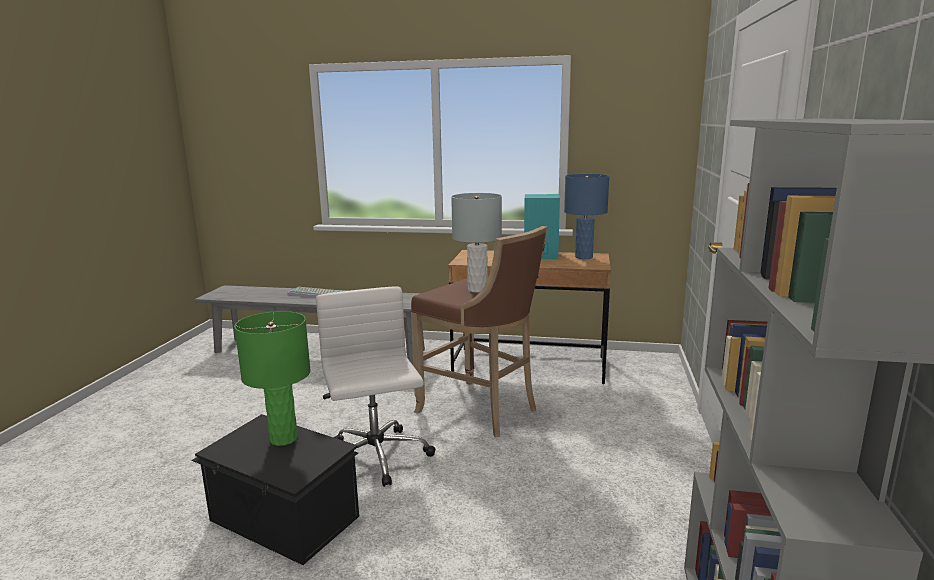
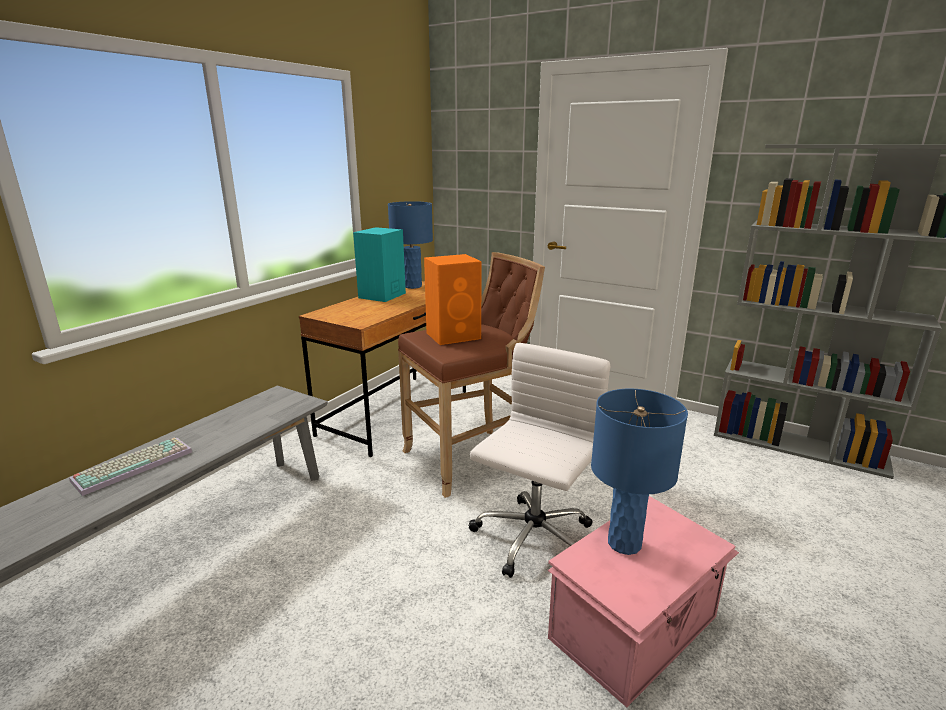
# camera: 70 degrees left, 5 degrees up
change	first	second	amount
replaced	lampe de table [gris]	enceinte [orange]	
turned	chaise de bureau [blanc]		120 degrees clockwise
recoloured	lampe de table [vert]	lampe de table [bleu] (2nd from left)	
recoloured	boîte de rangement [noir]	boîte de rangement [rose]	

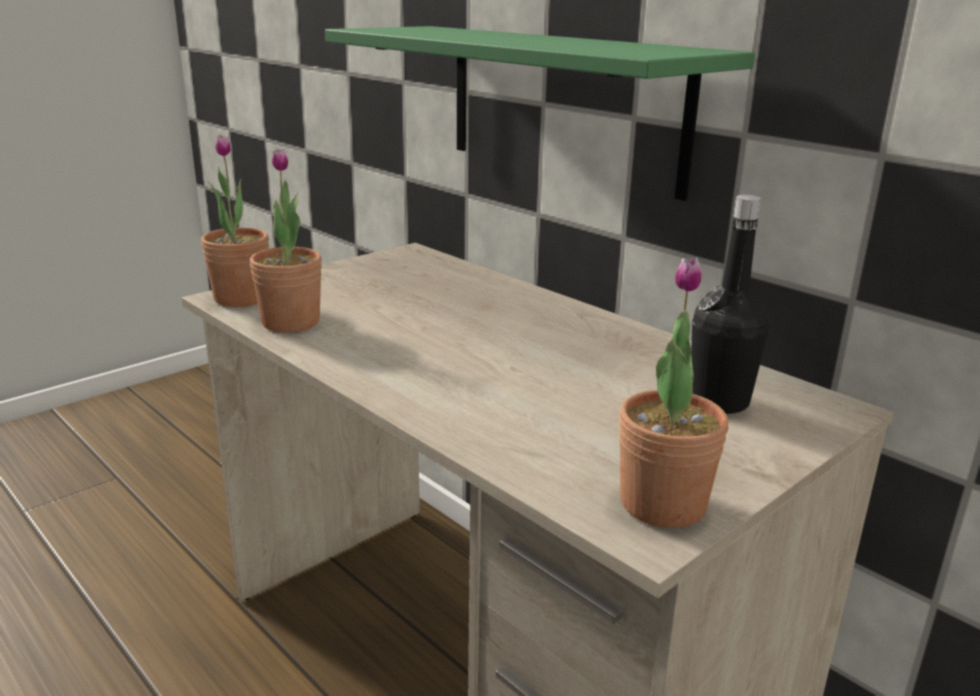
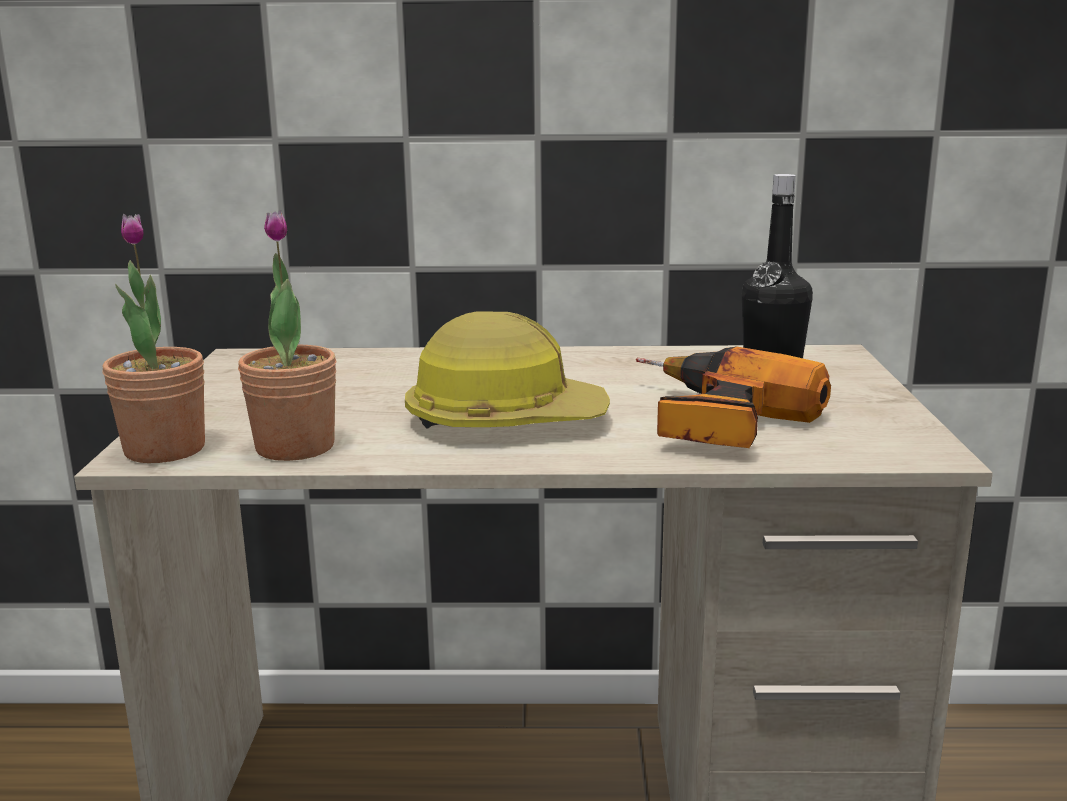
# camera: 45 degrees left, 5 degrees down
change	first	second	amount
removed	étagère [vert]		
removed	plante en pot (3rd from left)		
added		casque de chantier	
added		perceuse	

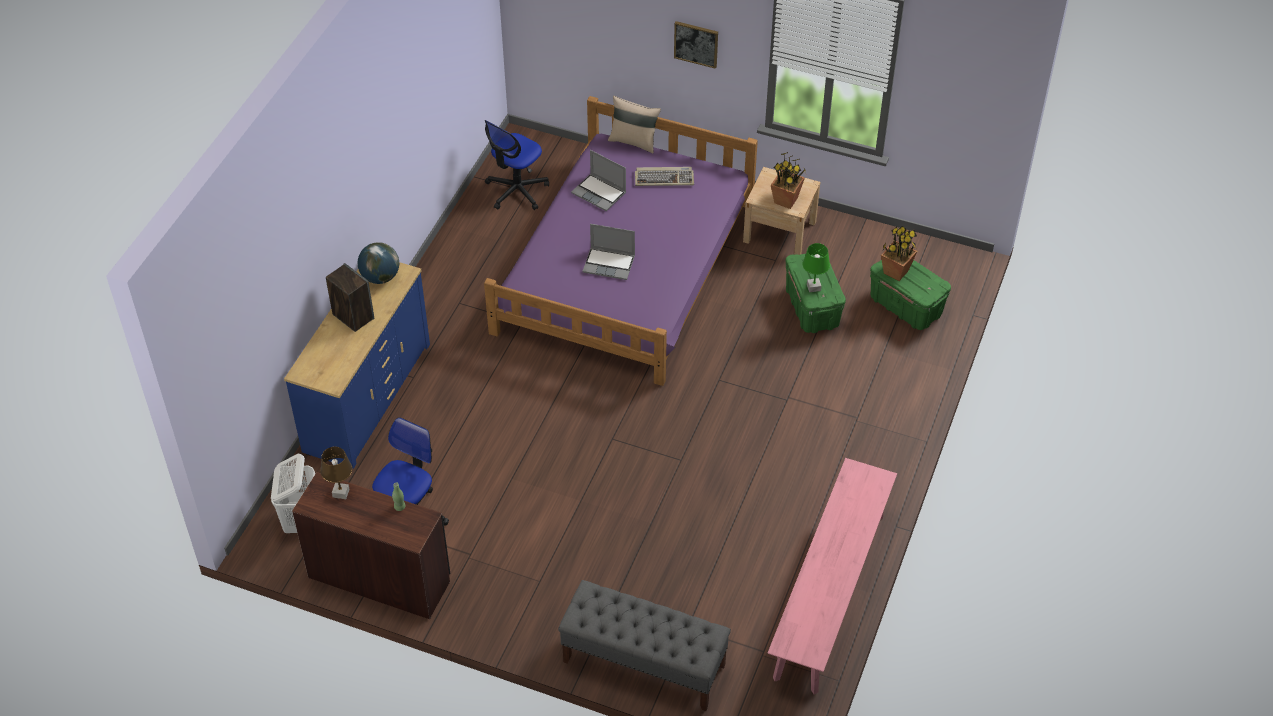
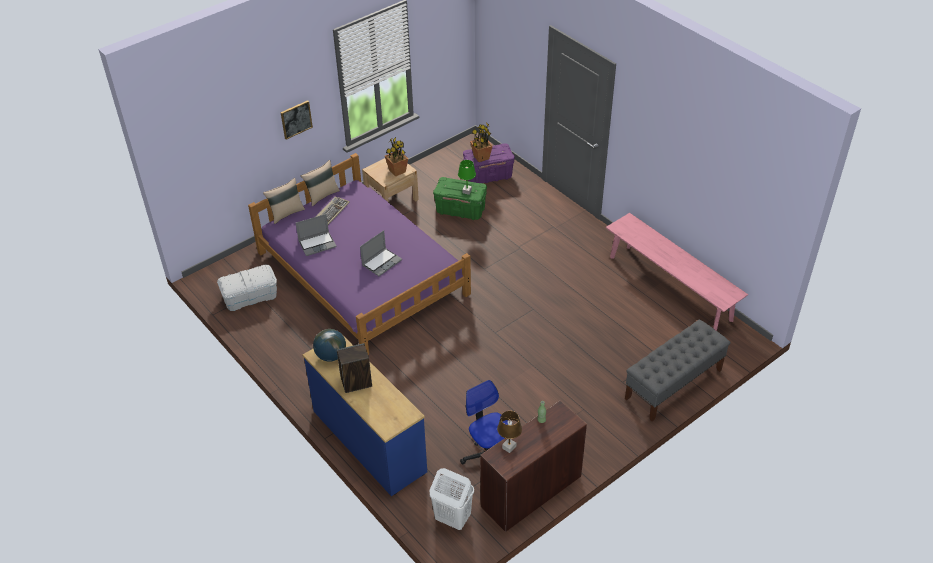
# camera: 60 degrees left, 5 degrees down
change	first	second	amount
replaced	chaise de bureau (2nd from left)	boîte de rangement [blanc]	
recoloured	boîte de rangement [vert] (2nd from left)	boîte de rangement [violet]	
added		coussin [beige] (2nd from left)	

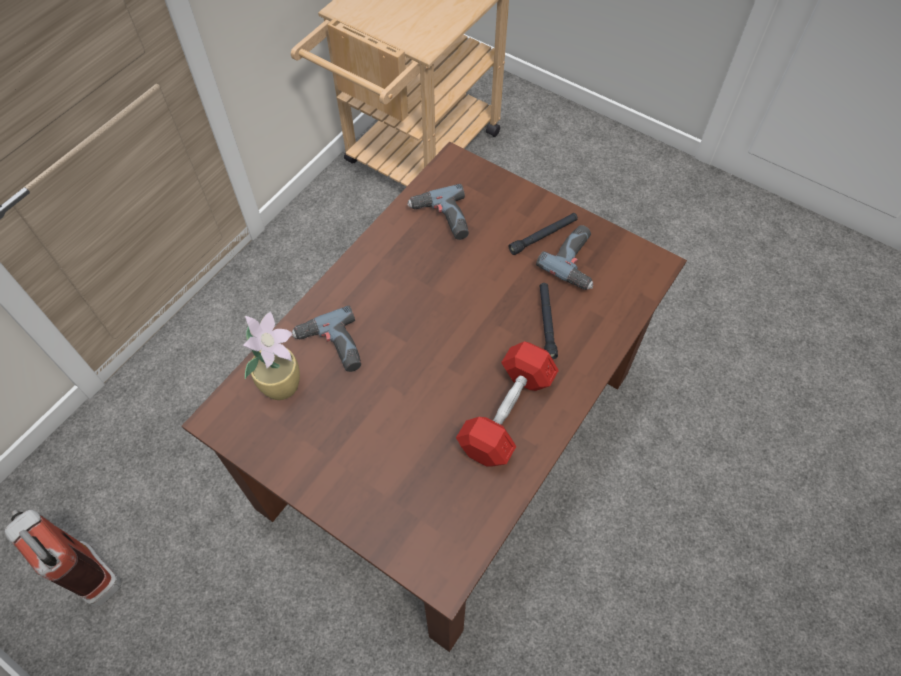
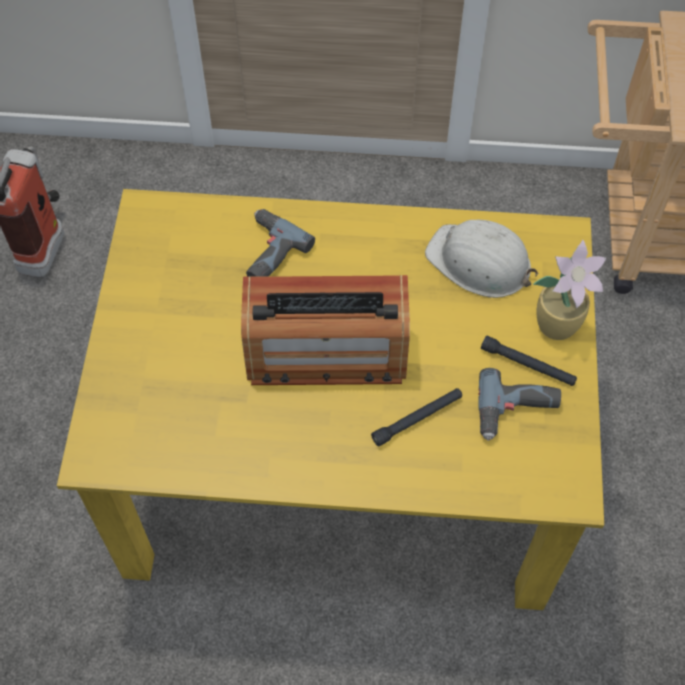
# camera: 60 degrees right, 0 degrees up
change	first	second	amount
recoloured	table à manger [marron]	table à manger [jaune]	
replaced	perceuse (2nd from left)	casque de chantier [blanc]	
moved	plante en pot		
removed	haltère [rouge]		
added		radio	

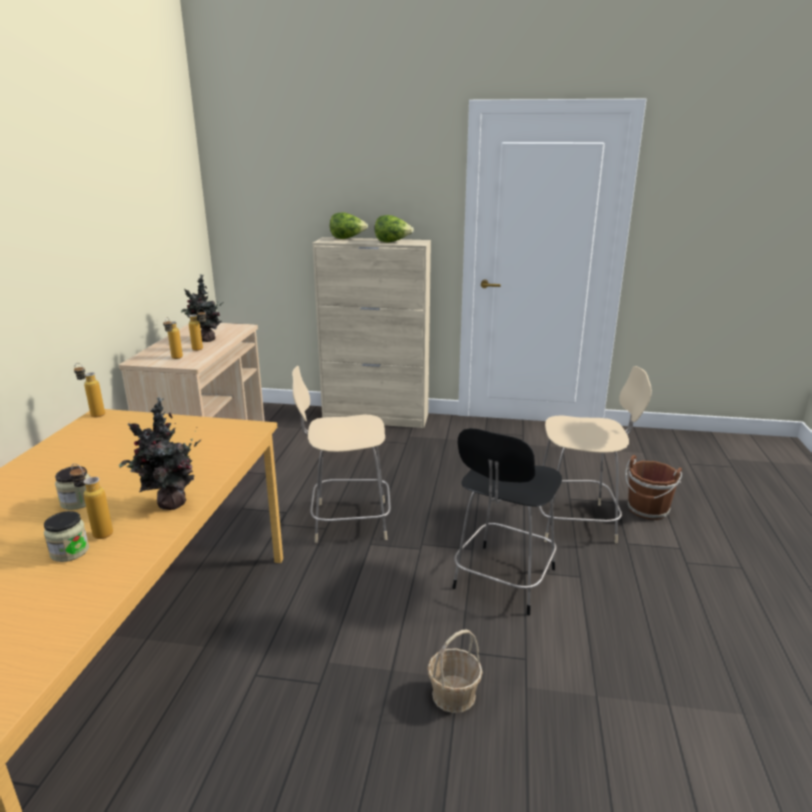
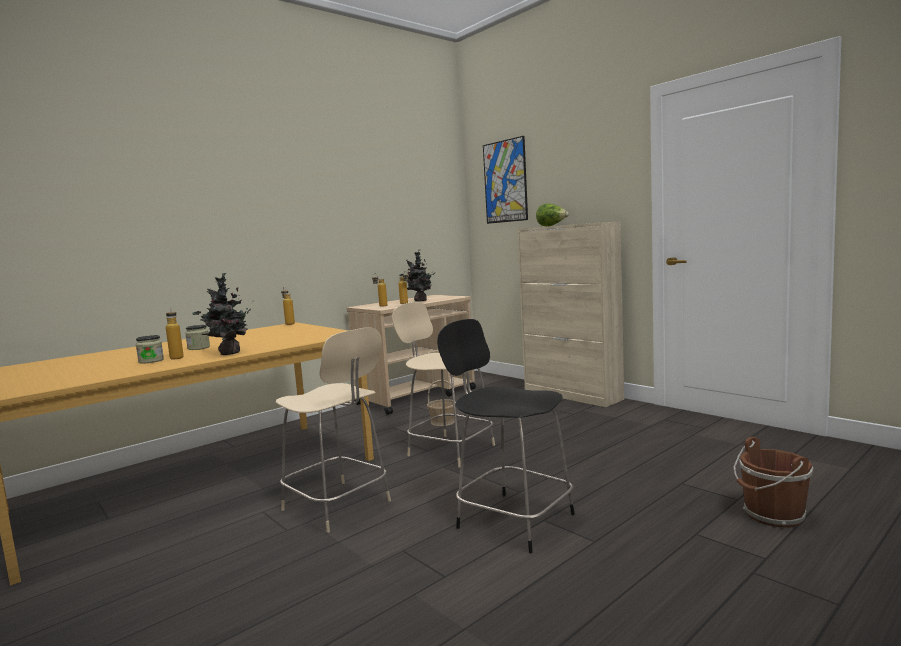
# camera: 40 degrees right, 15 degrees down
change	first	second	amount
removed	laitue (2nd from left)		
moved	chaise [beige] (2nd from left in the first image)	chaise [beige] (1st from left)	
turned	chaise [noir]		60 degrees clockwise
moved	panier		
added		tableau	

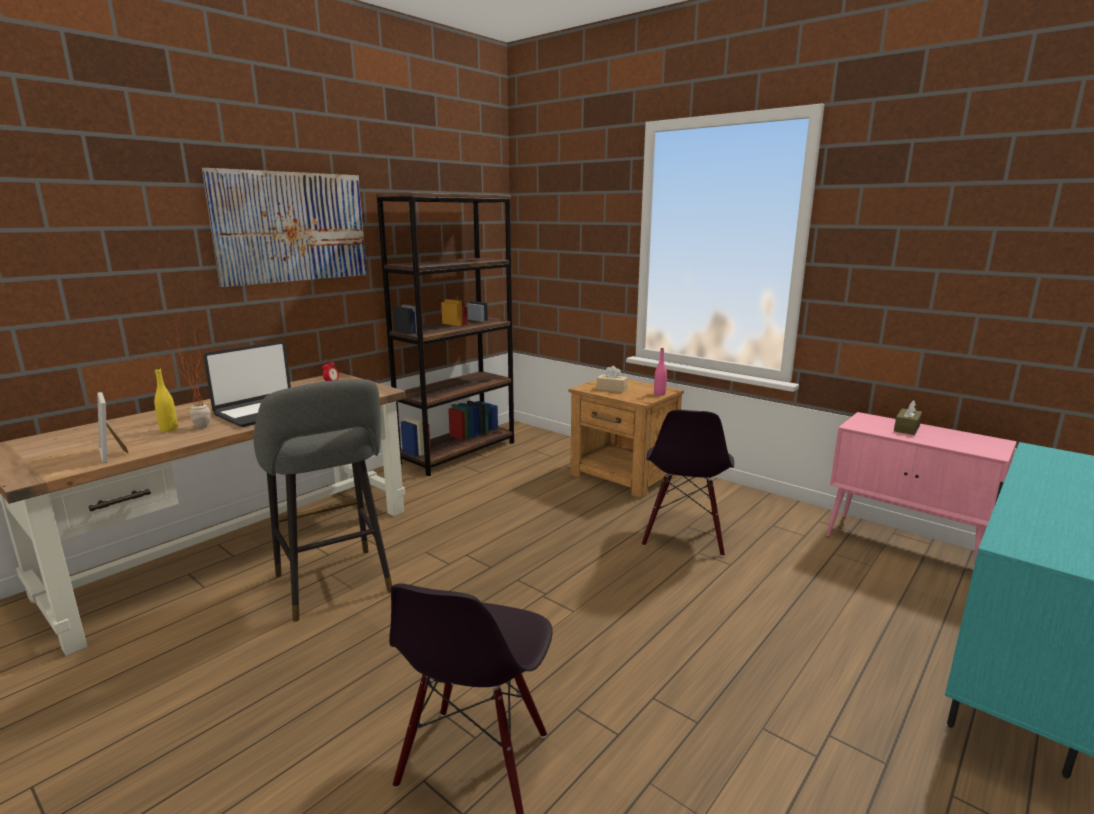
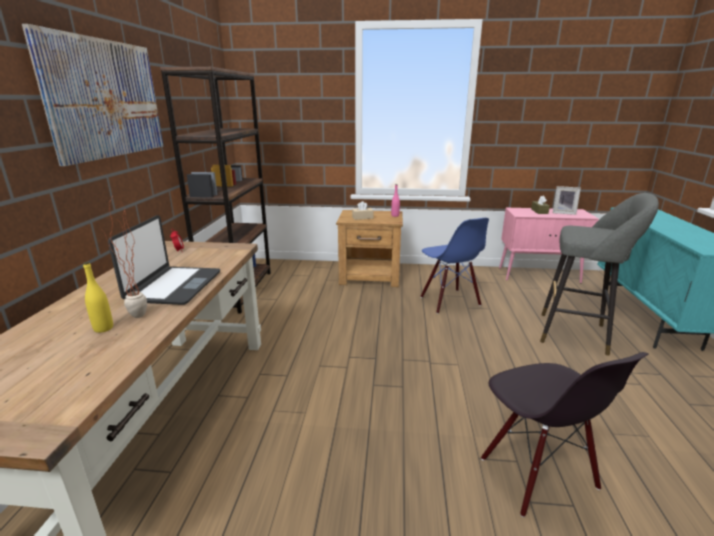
# camera: 35 degrees left, 5 degrees up
change	first	second	amount
moved	tabouret [gris]		
moved	cadre photo		
recoloured	chaise [noir] (2nd from left)	chaise [bleu]	

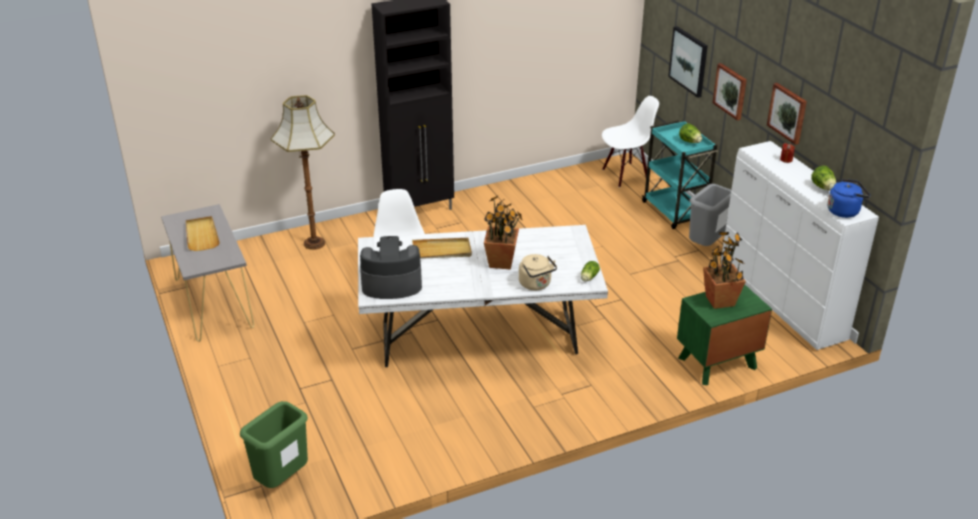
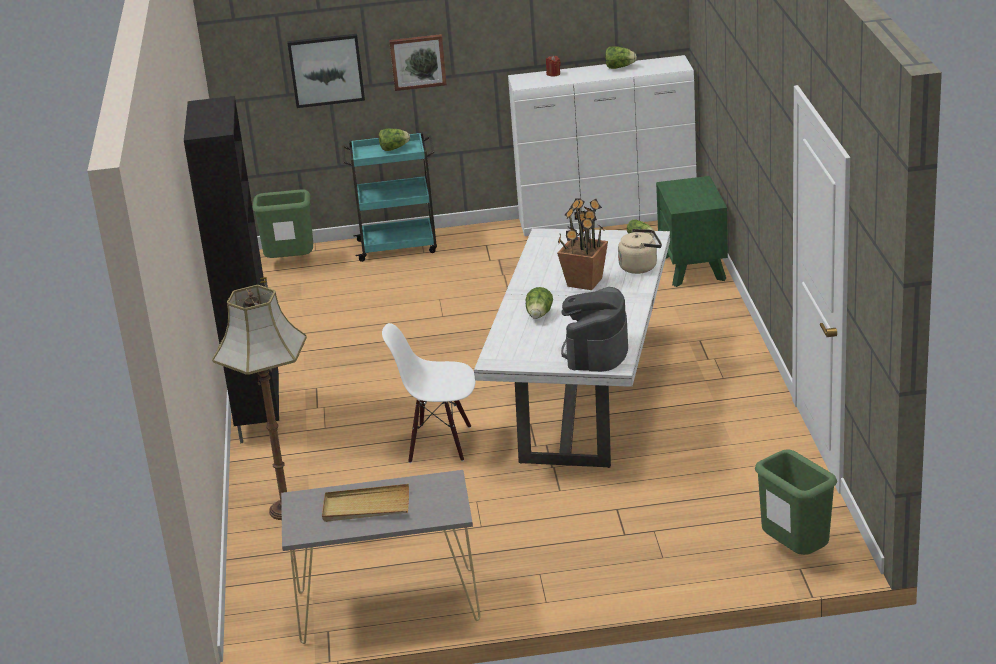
# camera: 70 degrees left, 5 degrees down
change	first	second	amount
removed	tableau (3rd from left)		
replaced	chaise [blanc] (2nd from left)	poubelle [vert] (1st from left)	
removed	bouilloire [bleu]		
removed	poubelle [gris]		
removed	plante en pot (2nd from left)		
replaced	plateau [beige] (2nd from left)	laitue (2nd from left)	

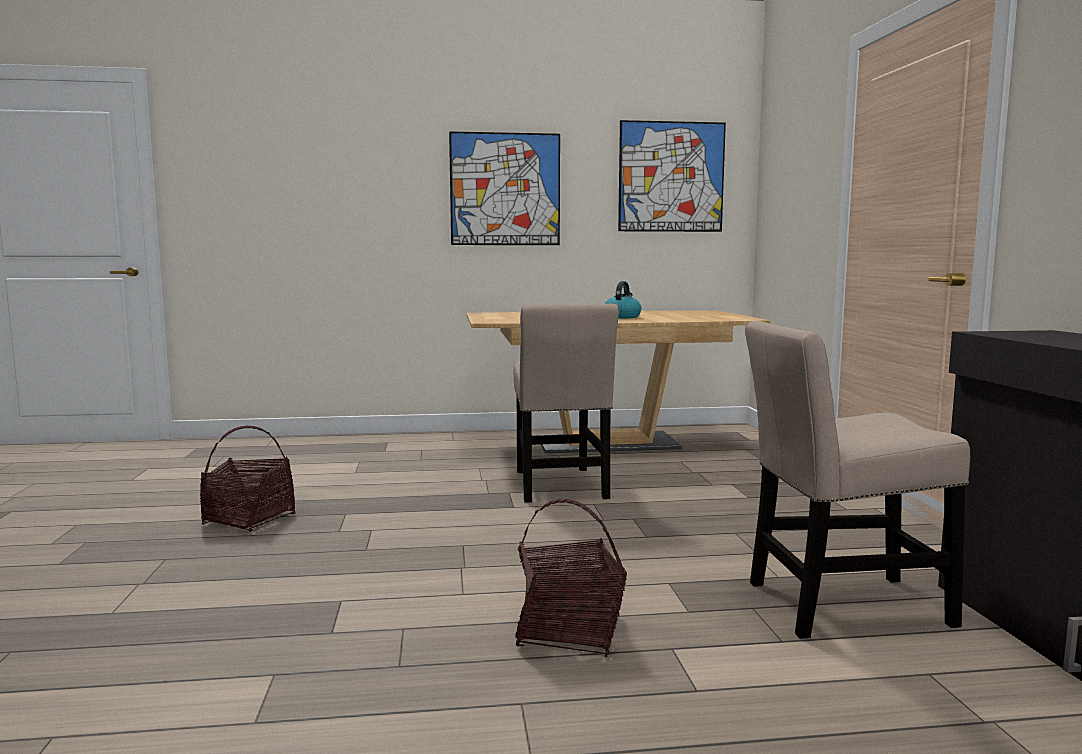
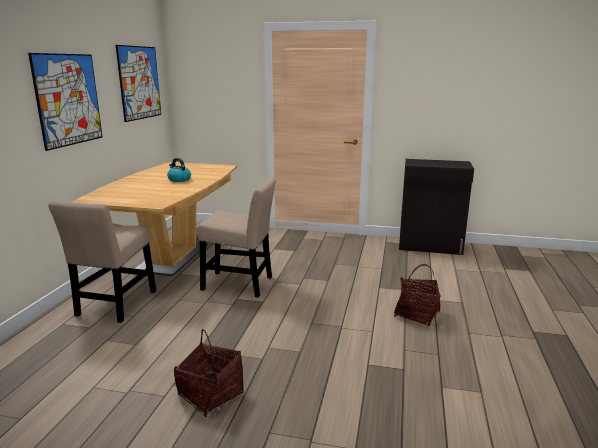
# camera: 70 degrees left, 10 degrees up
change	first	second	amount
moved	chaise [beige] (2nd from left in the first image)	chaise [beige] (1st from left)	

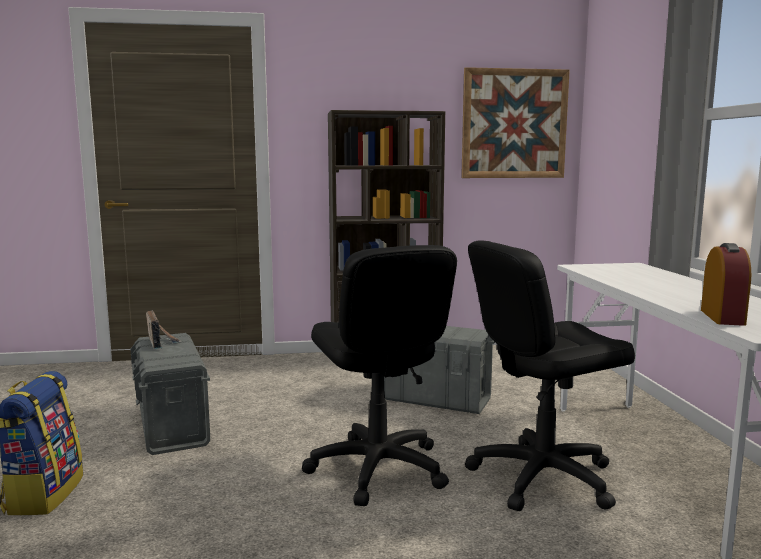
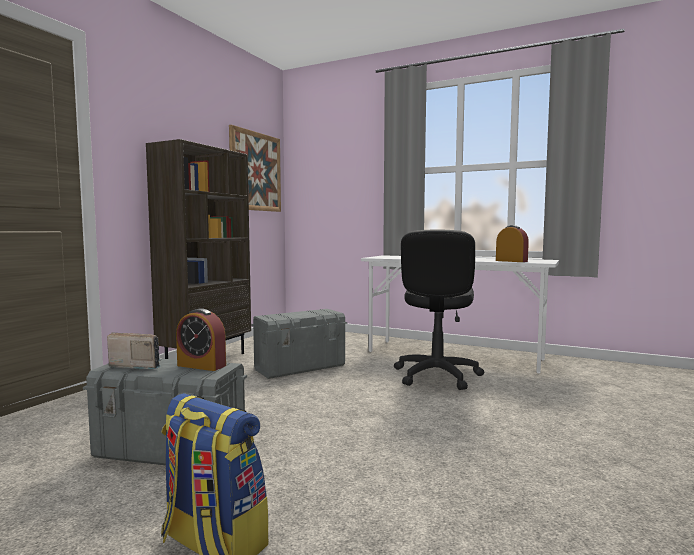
# camera: 55 degrees left, 5 degrees down
change	first	second	amount
removed	chaise de bureau [noir] (1st from left)		
added		réveil (1st from left)	

